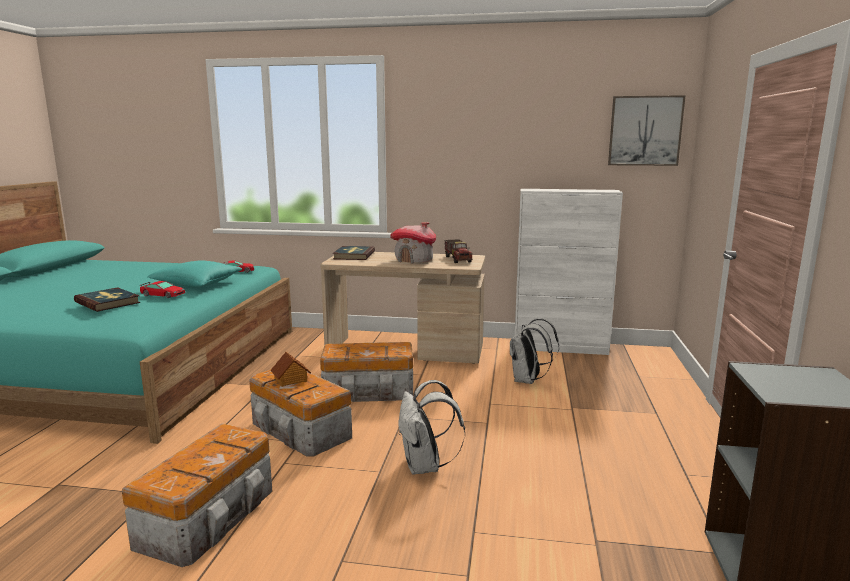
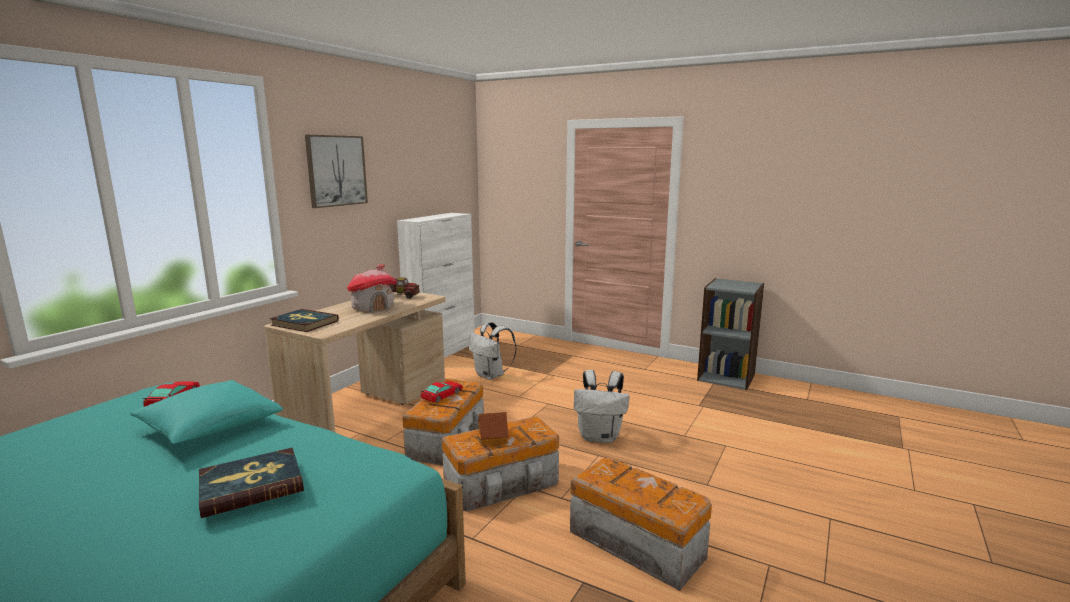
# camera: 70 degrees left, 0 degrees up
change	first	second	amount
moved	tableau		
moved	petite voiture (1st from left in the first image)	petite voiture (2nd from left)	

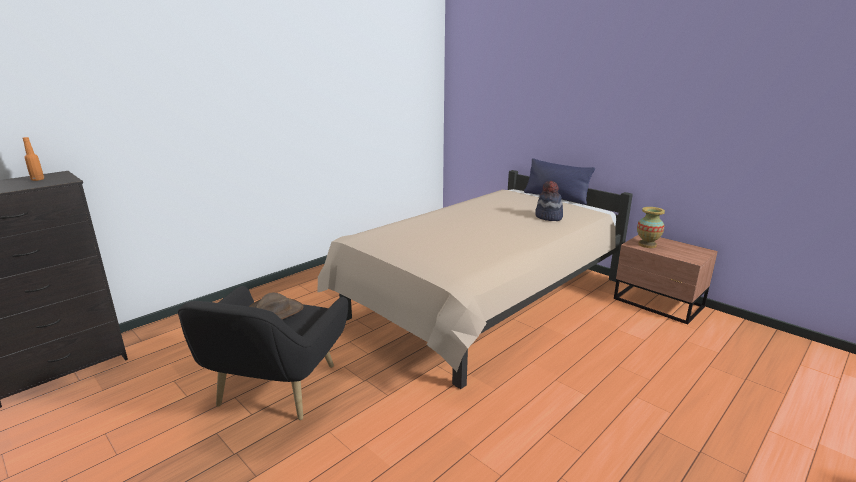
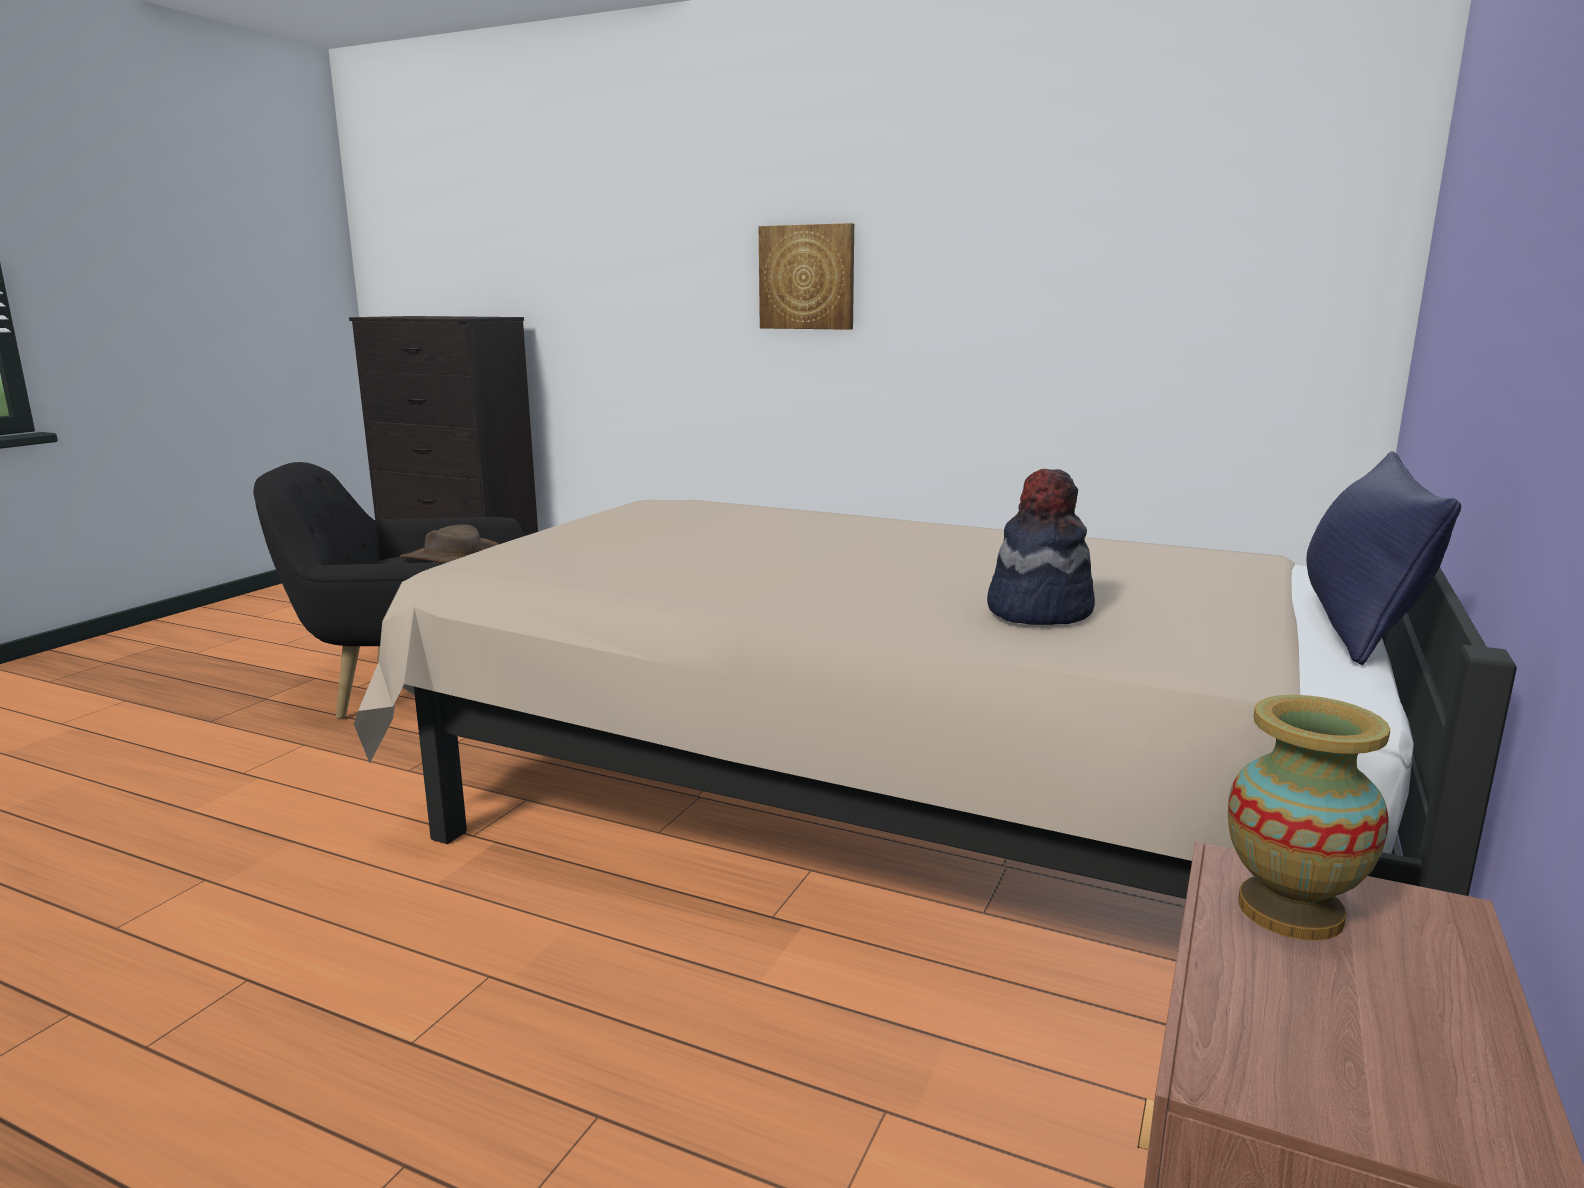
# camera: 70 degrees right, 5 degrees down
change	first	second	amount
removed	bouteille [orange]		
added		tableau	

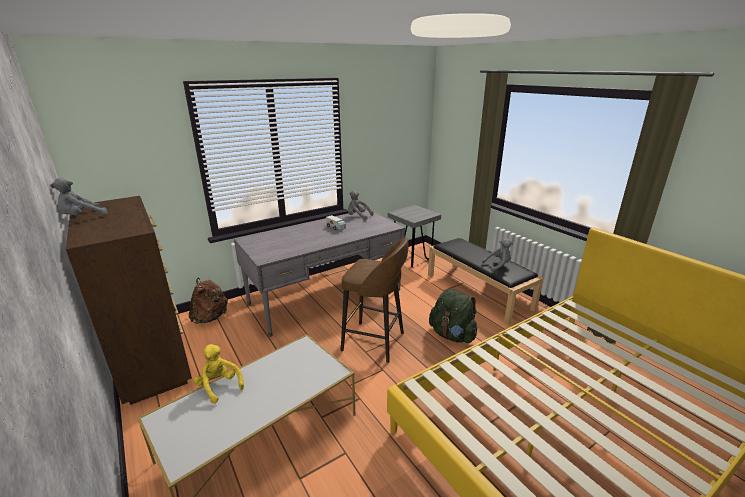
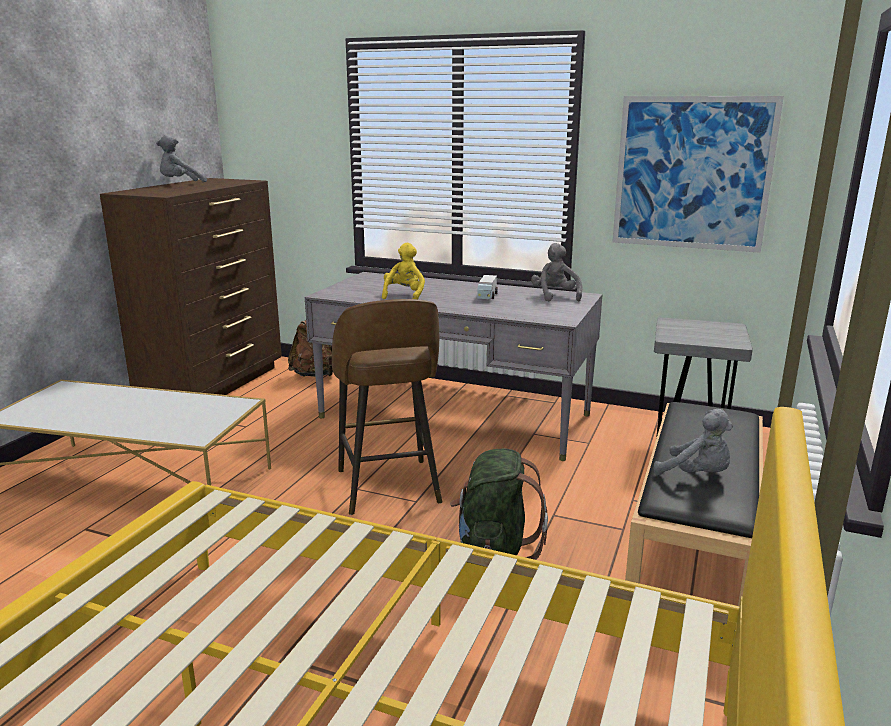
# camera: 55 degrees right, 5 degrees down
change	first	second	amount
turned	peluche [gris] (1st from left)		45 degrees counterclockwise
moved	peluche [jaune]		
added		tableau	

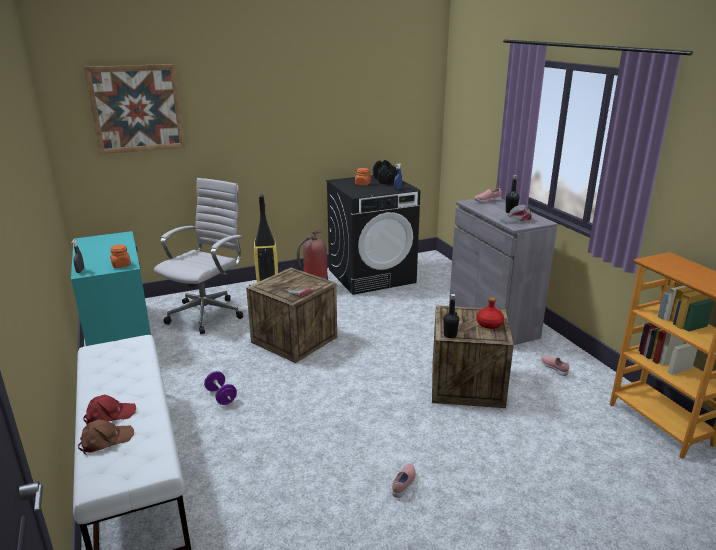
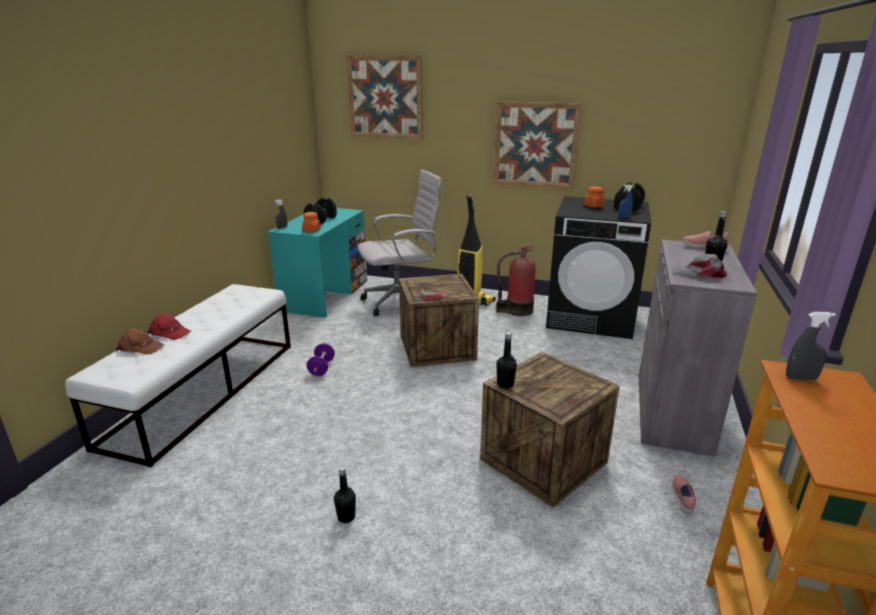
# camera: 40 degrees right, 0 degrees up
change	first	second	amount
removed	bouteille [rouge]		
replaced	chaussure [rose] (1st from left)	bouteille [noir] (1st from left)	
added		tableau (2nd from left)	
added		haltère [noir] (1st from left)	
added		vaporisateur [gris] (2nd from left)	

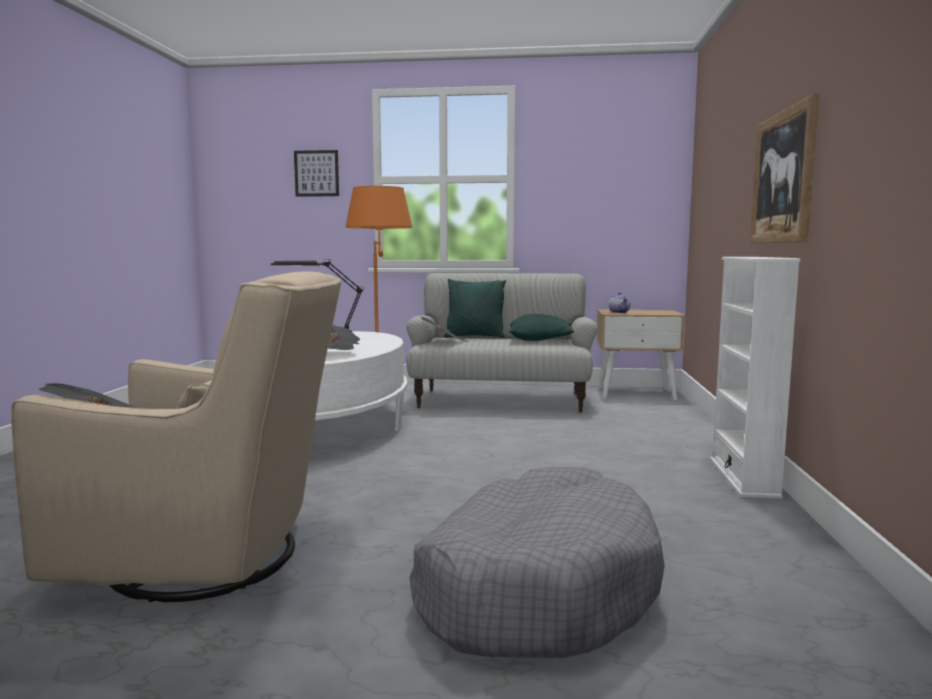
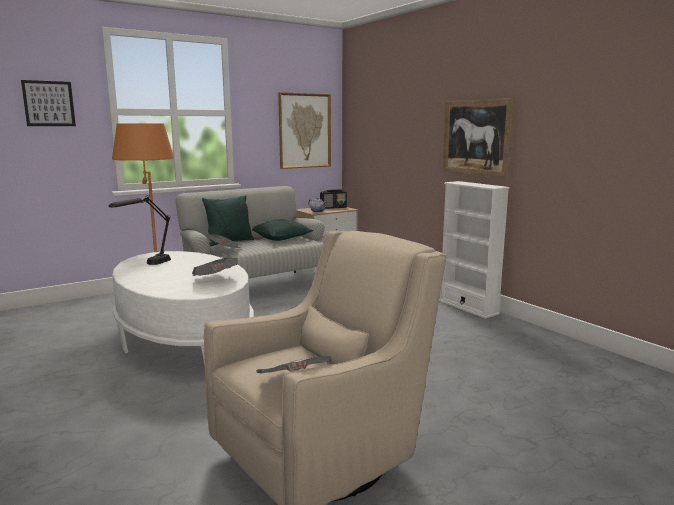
# camera: 40 degrees left, 5 degrees up
change	first	second	amount
removed	panier pour chien [gris]		
added		tableau (2nd from left)	
added		radio	

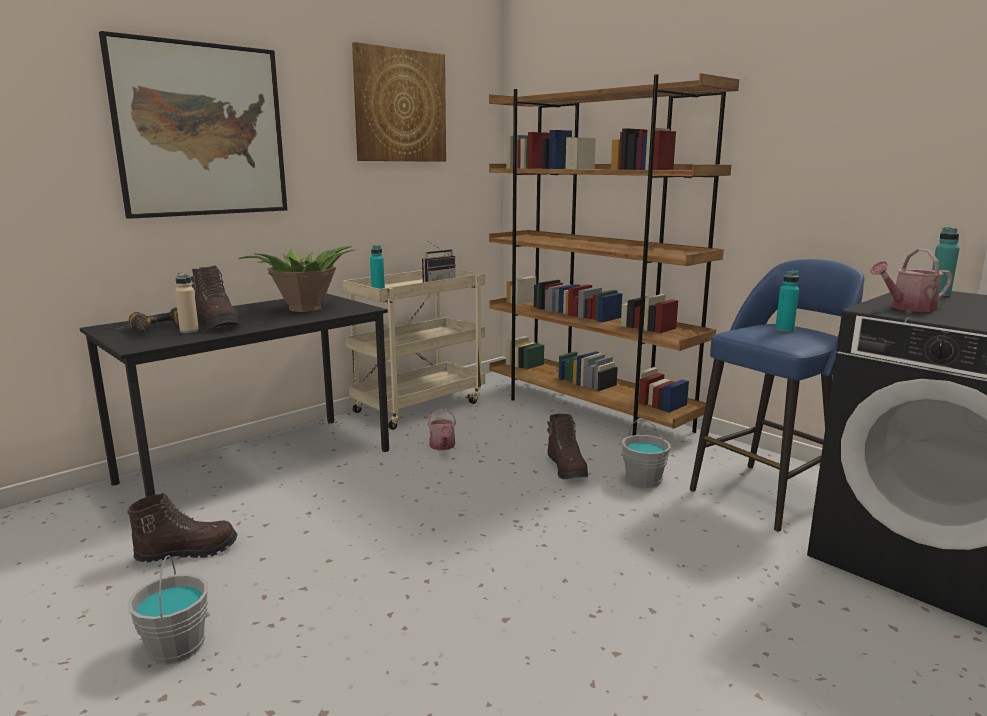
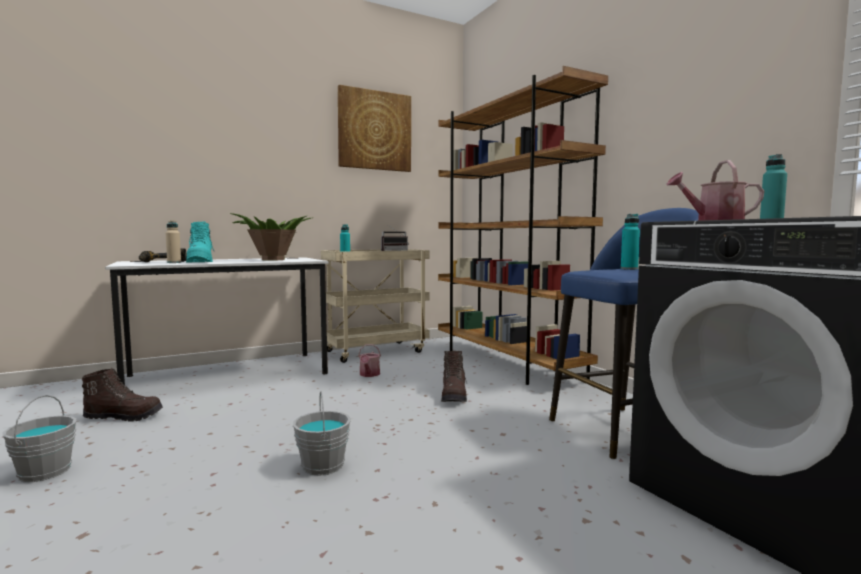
# camera: 15 degrees right, 10 degrees down
change	first	second	amount
removed	tableau (1st from left)		
recoloured	botte [marron] (2nd from left)	botte [turquoise]	
recoloured	bureau [noir]	bureau [blanc]	
moved	seau [gris] (2nd from left)		

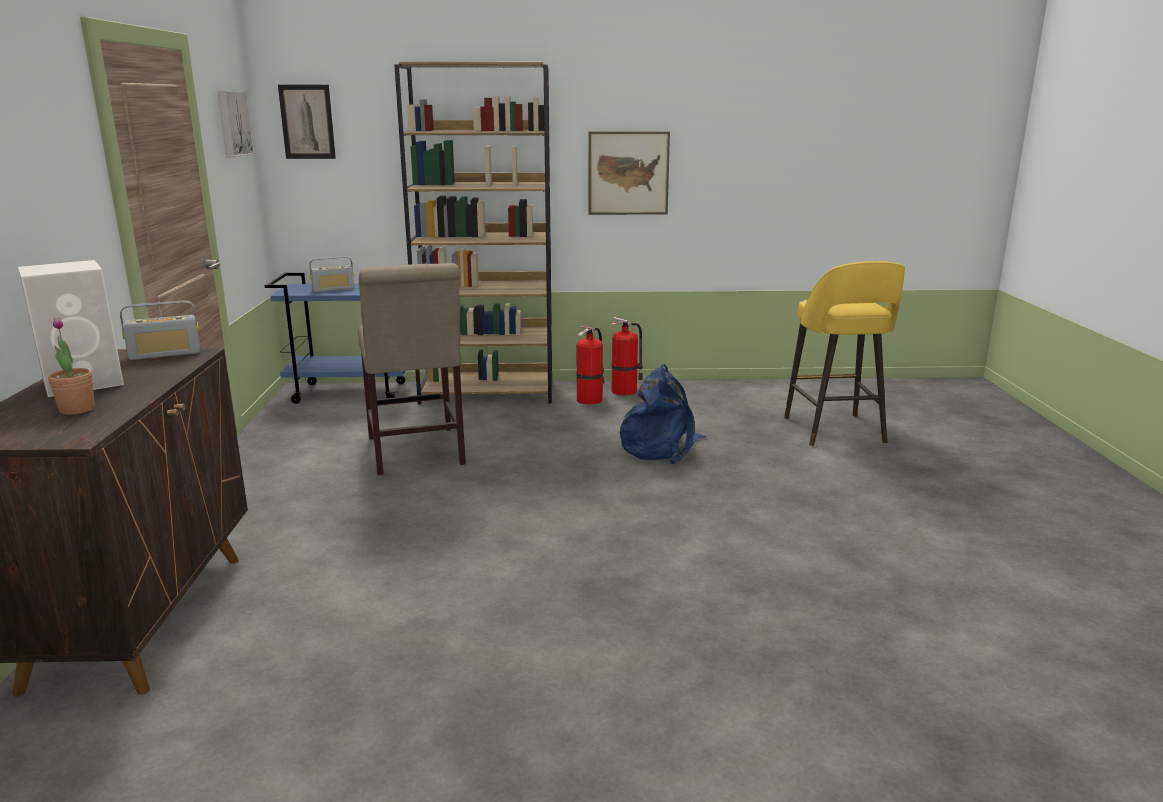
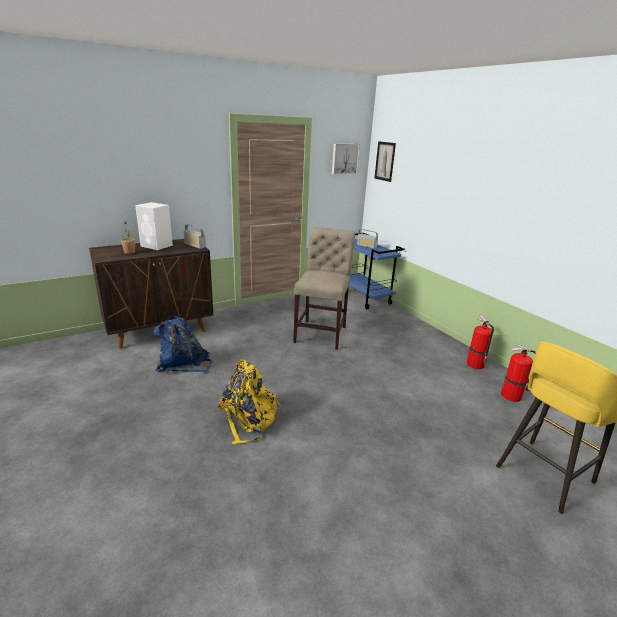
# camera: 60 degrees right, 5 degrees up
change	first	second	amount
removed	bibliothèque [marron]		
removed	tableau (3rd from left)		
turned	chaise [beige]		150 degrees clockwise
moved	extincteur (1st from left in the first image)	extincteur (2nd from left)	
moved	sac à dos [bleu]		
added		sac à dos [jaune]	

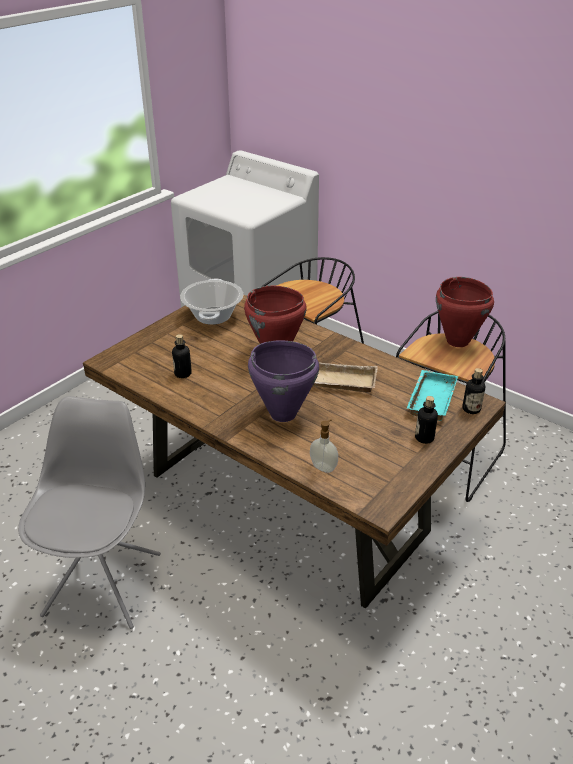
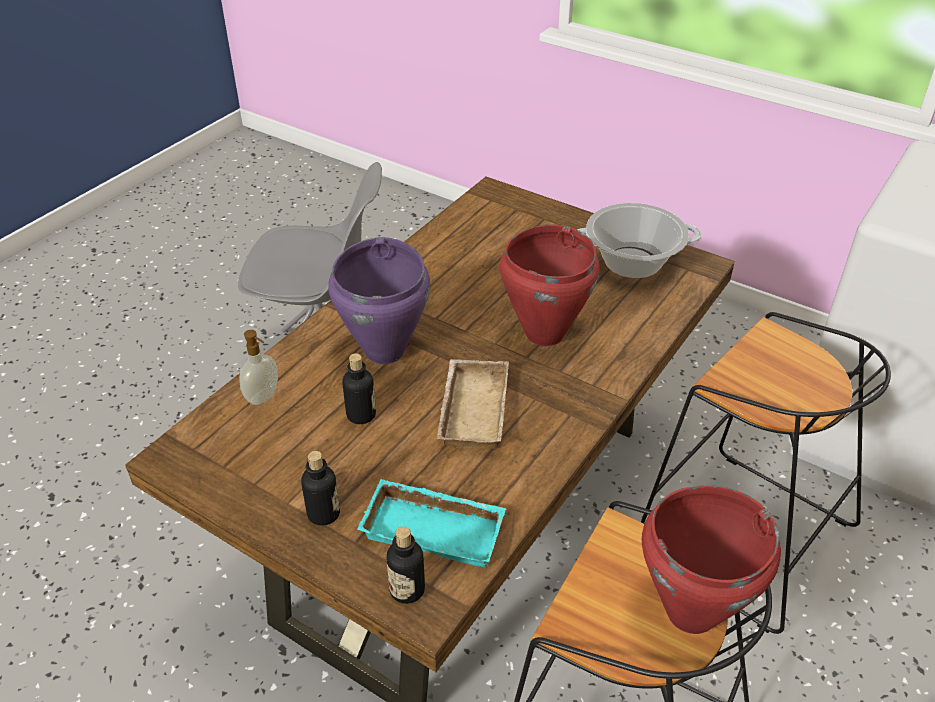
# camera: 85 degrees right, 5 degrees up
change	first	second	amount
moved	bouteille (1st from left in the first image)	bouteille (2nd from left)	

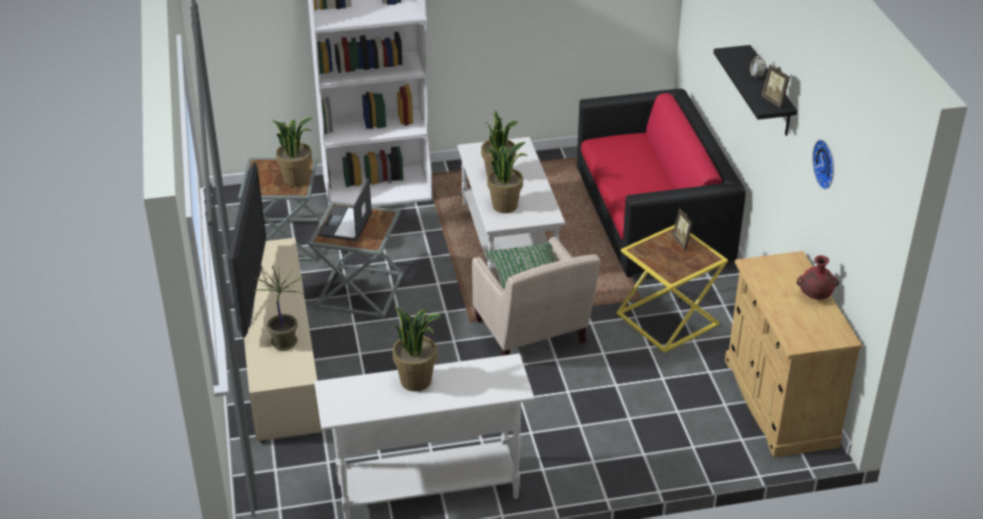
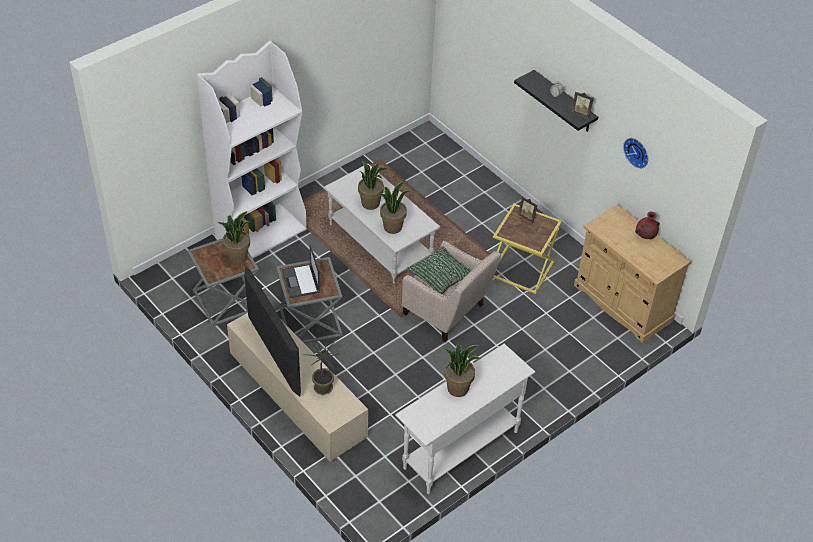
# camera: 30 degrees left, 10 degrees up
change	first	second	amount
removed	canapé		

